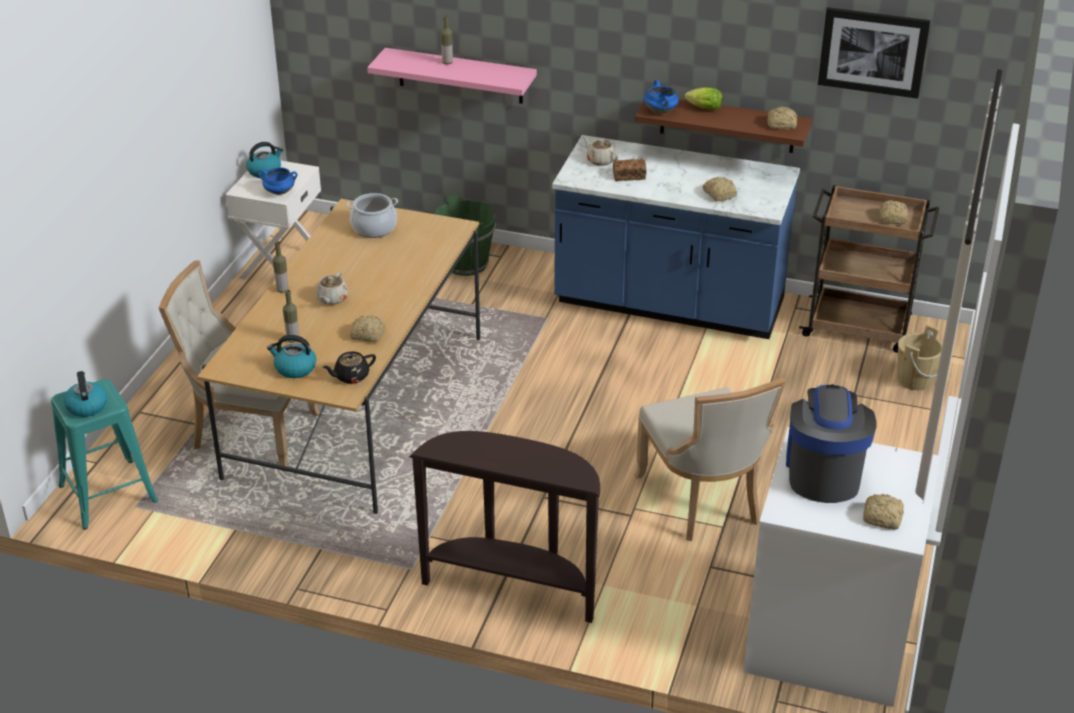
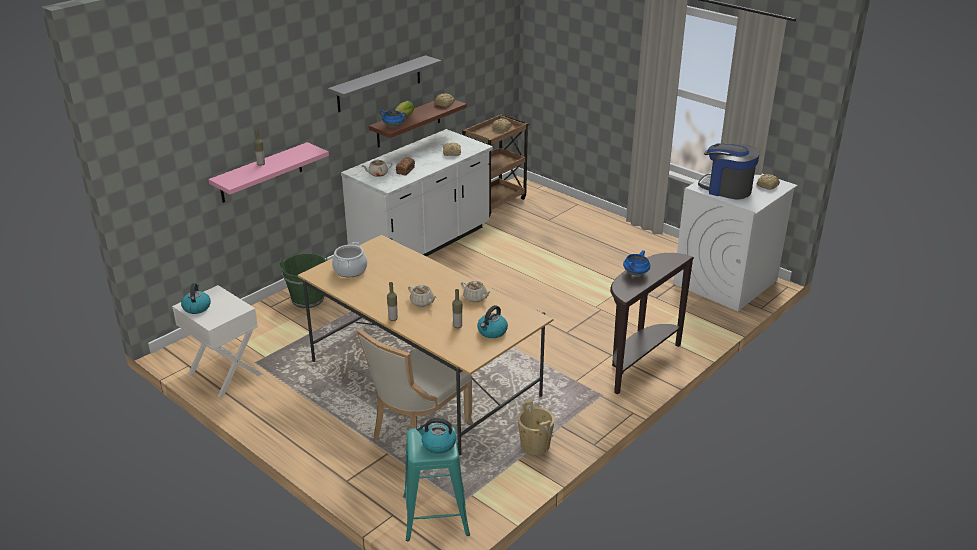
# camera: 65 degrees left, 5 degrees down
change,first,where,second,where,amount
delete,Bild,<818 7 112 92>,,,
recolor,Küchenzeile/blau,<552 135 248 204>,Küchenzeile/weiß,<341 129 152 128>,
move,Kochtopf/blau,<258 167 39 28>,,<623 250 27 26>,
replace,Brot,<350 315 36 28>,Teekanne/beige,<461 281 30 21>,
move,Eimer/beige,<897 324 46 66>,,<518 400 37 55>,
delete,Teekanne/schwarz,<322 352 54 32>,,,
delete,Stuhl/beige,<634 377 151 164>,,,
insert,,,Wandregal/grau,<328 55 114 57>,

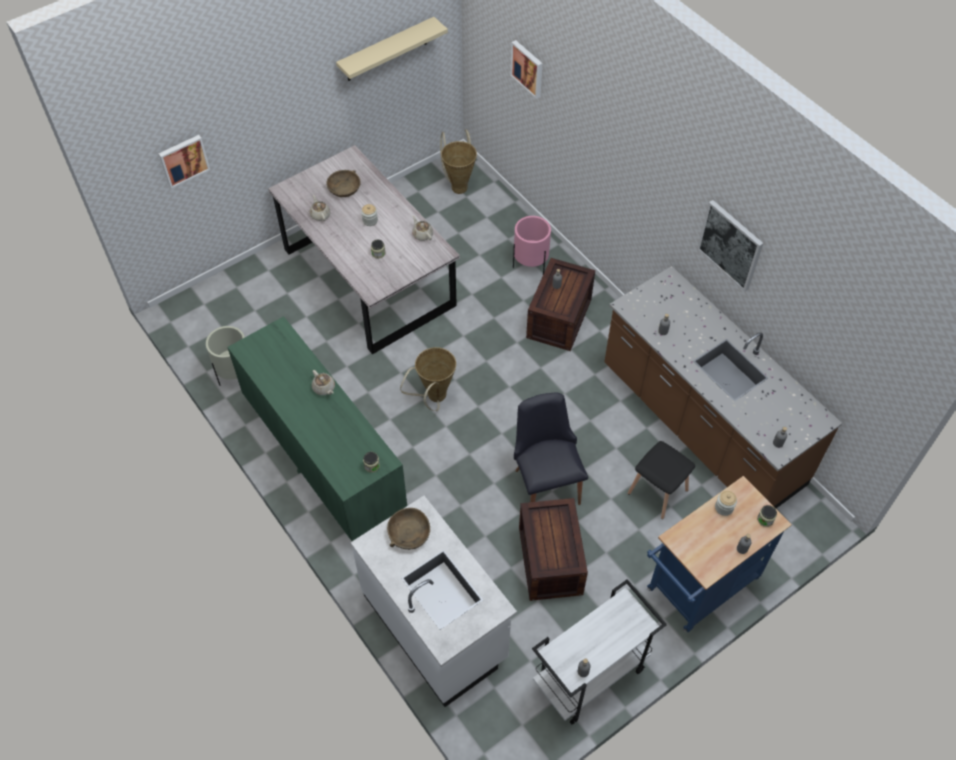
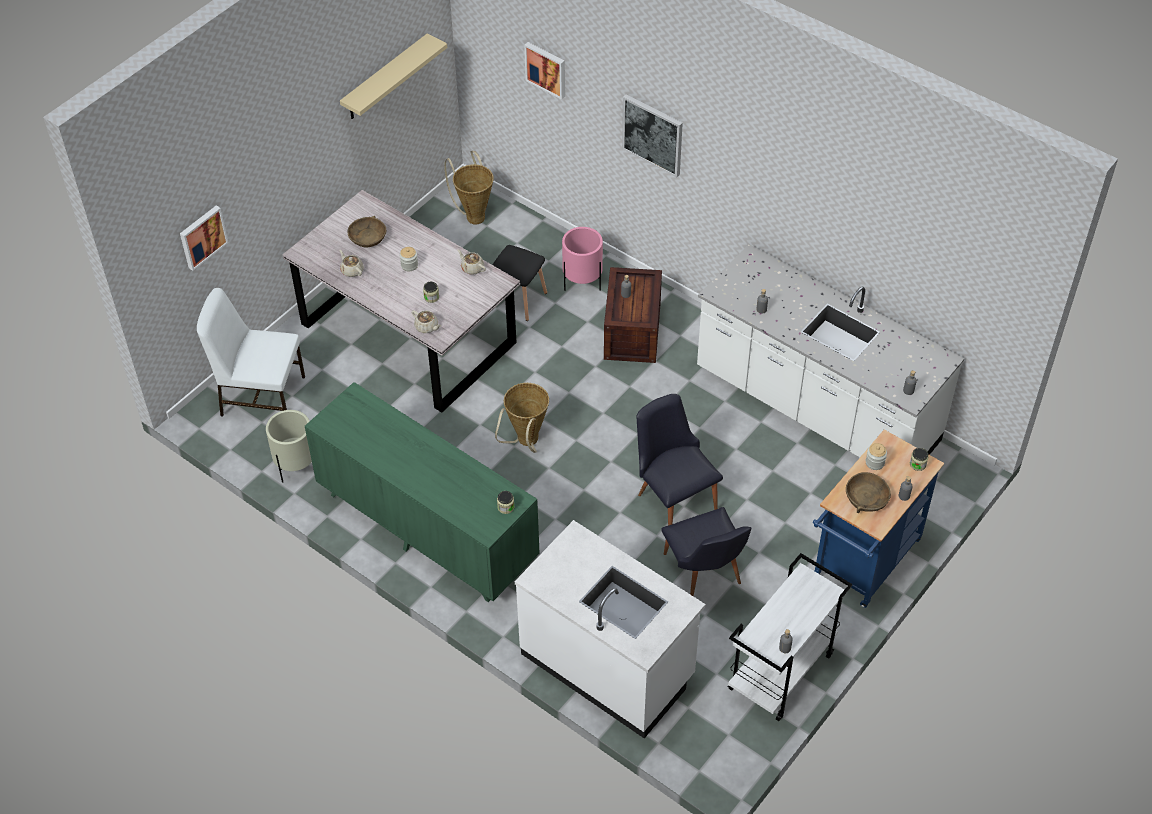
# camera: 15 degrees left, 5 degrees down
change,first,where,second,where,amount
move,Bild,<697 200 66 92>,,<622 94 61 83>,
recolor,Küchenzeile/braun,<604 266 238 242>,Küchenzeile/weiß,<697 244 267 213>,
move,Teekanne/beige,<312 370 23 25>,,<411 311 30 22>,
move,Hocker/schwarz,<628 441 67 78>,,<493 245 54 76>,
replace,Kiste,<519 498 69 103>,Stuhl/schwarz,<661 507 91 89>,
move,Schüssel/braun,<387 508 43 42>,,<846 472 45 41>,
insert,,,Stuhl/weiß,<197 288 108 129>,

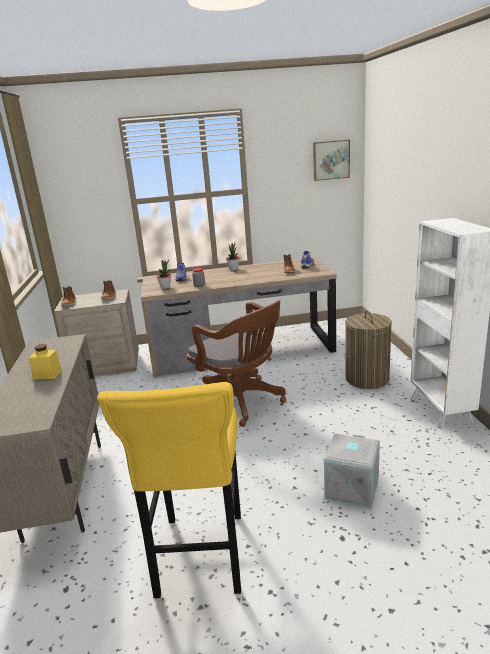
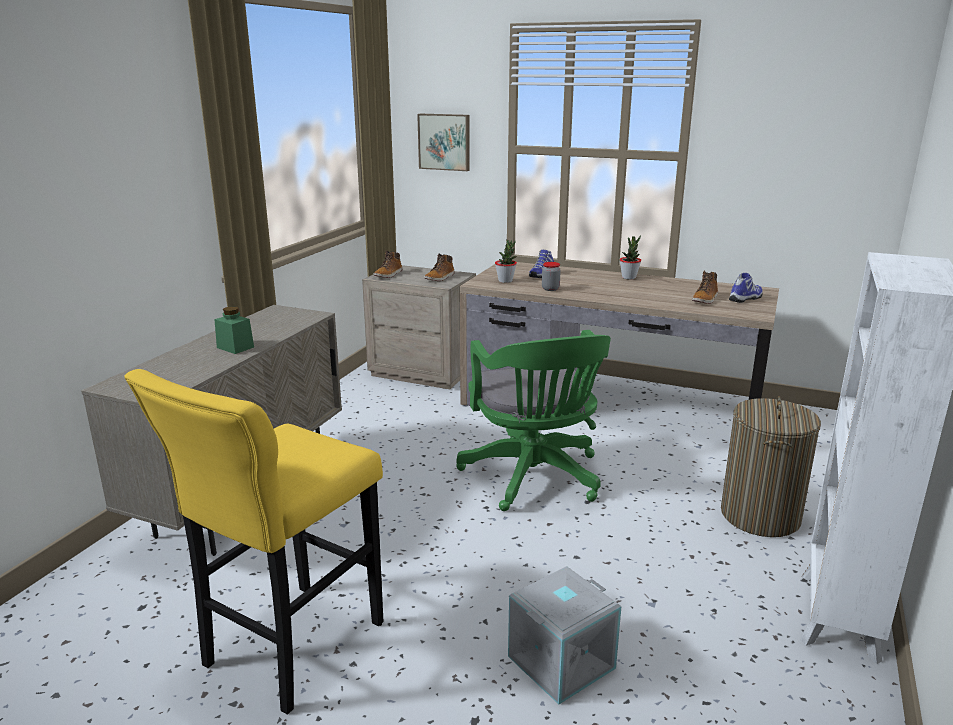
# camera: 30 degrees right, 0 degrees up
change,first,where,second,where,amount
move,Bild,<313 140 37 41>,,<417 114 53 57>,
recolor,Bürostuhl/braun,<187 300 99 127>,Bürostuhl/grün,<456 330 155 181>,
recolor,Vorratsglas/gelb,<29 344 33 36>,Vorratsglas/grün,<214 306 40 48>,

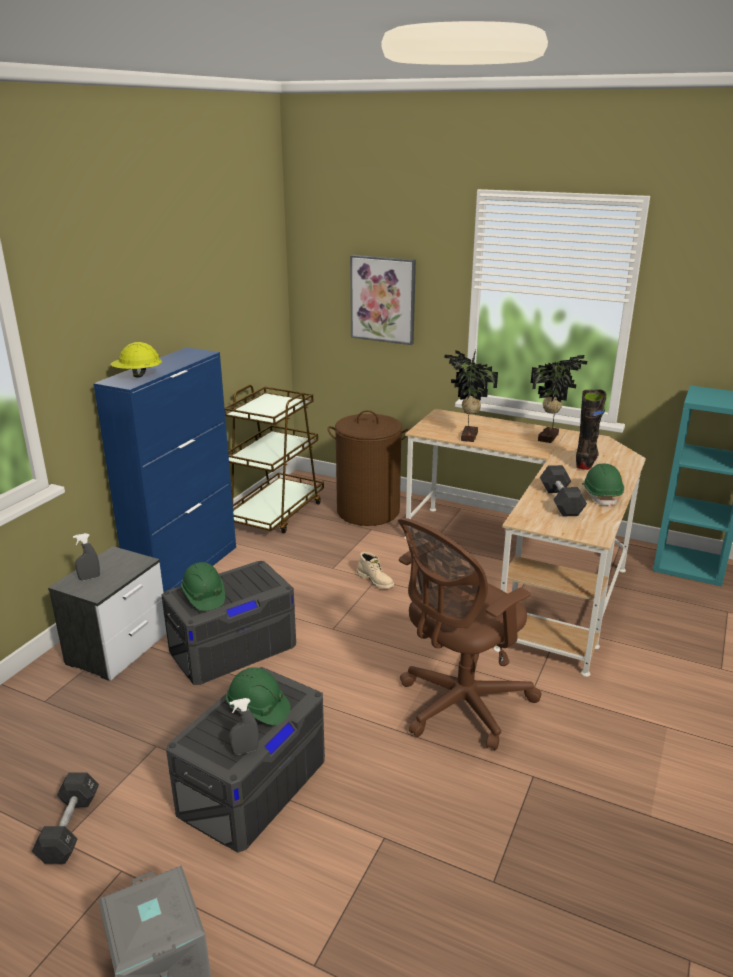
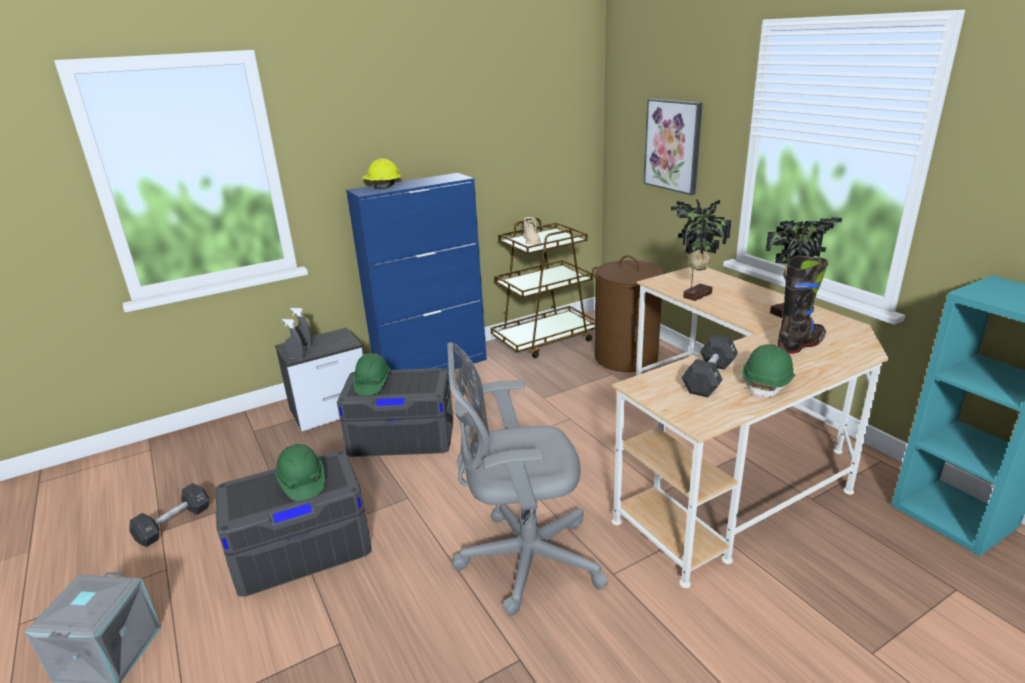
# camera: 35 degrees right, 0 degrees up
change,first,where,second,where,amount
recolor,Bürostuhl/braun,<398 518 144 233>,Bürostuhl/grau,<447 342 161 274>,
move,Stiefel/beige,<357 552 37 37>,,<523 217 18 27>,
move,Sprühflasche/grau,<229 698 30 57>,,<282 319 23 40>,

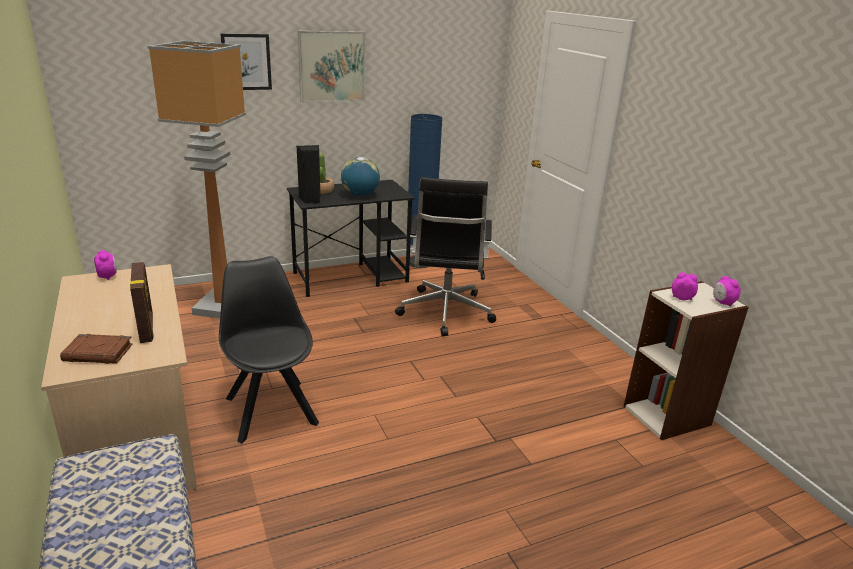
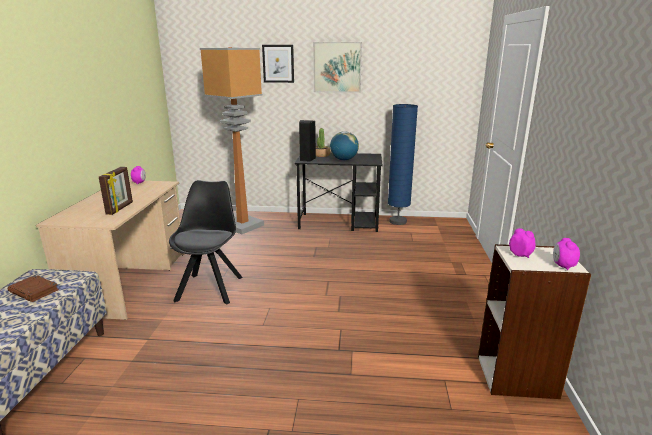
# camera: 30 degrees right, 5 degrees down
change,first,where,second,where,amount
delete,Bürostuhl/schwarz,<395 177 101 159>,,,
move,Buch/braun,<60 334 73 30>,,<8 275 51 27>,

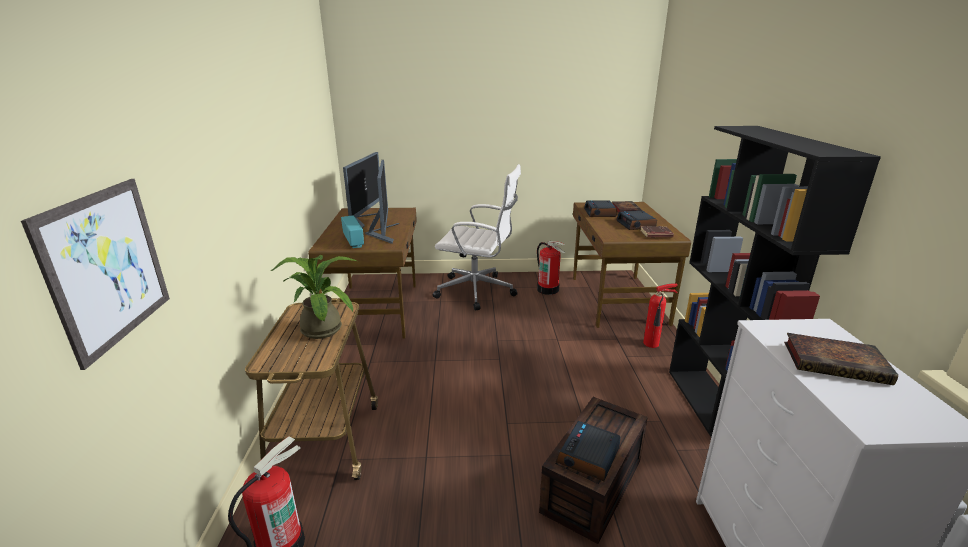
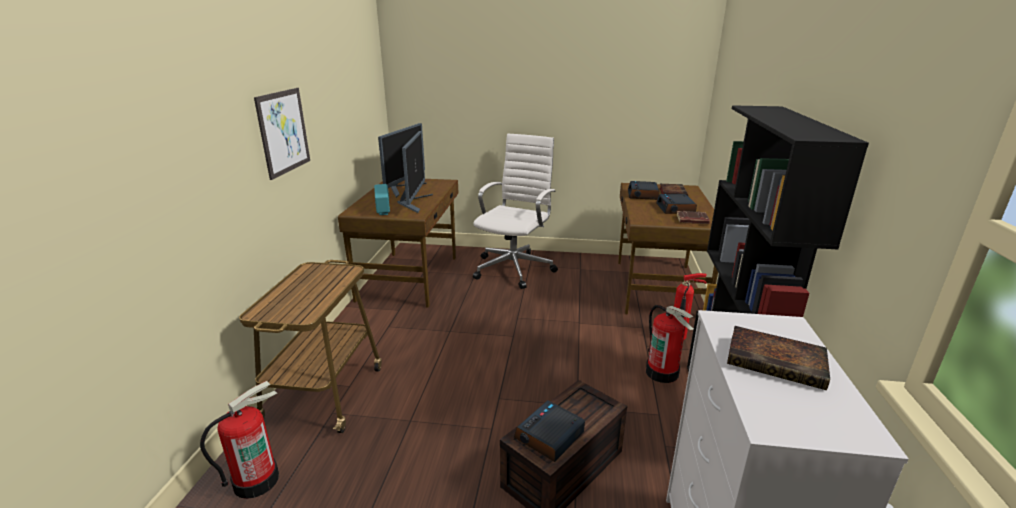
# camera: 10 degrees right, 0 degrees up
change,first,where,second,where,amount
rotate,Bürostuhl/weiß,<433 164 88 147>,,<473 133 85 156>,90 degrees counterclockwise
move,Bild,<21 179 149 191>,,<254 88 56 92>,
move,Feuerlöscher,<537 241 29 54>,,<646 305 48 78>,
delete,Topfpflanze,<271 255 86 84>,,,

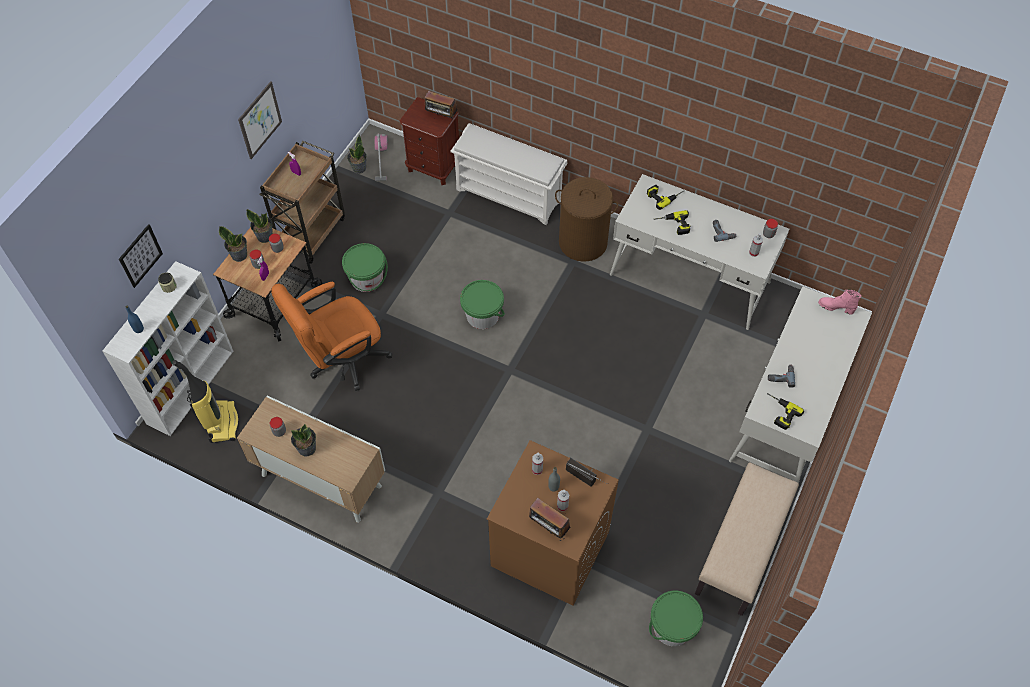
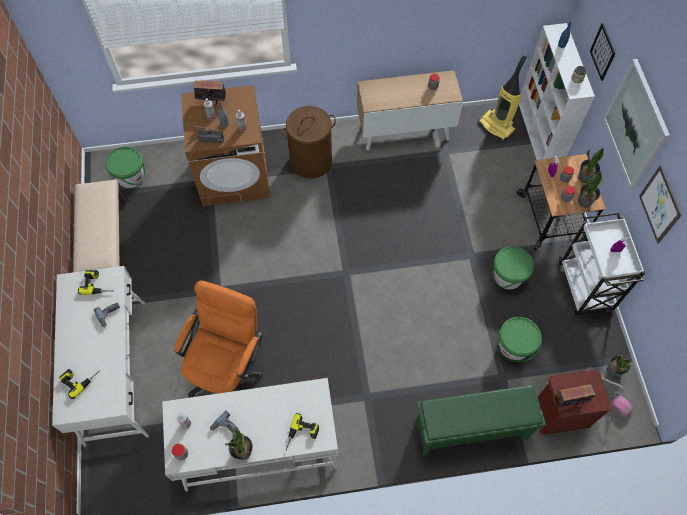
# camera: 145 degrees right, 5 degrees up
change,first,where,second,where,amount
recolor,Schuhregal/weiß,<450 123 118 102>,Schuhregal/grün,<416 385 130 71>,
recolor,Rollwagen/braun,<260 141 85 123>,Rollwagen/weiß,<559 213 86 102>,
move,Wäschekorb/braun,<555 177 63 85>,,<281 106 55 73>,
move,Bohrmaschine,<653 210 37 25>,,<59 369 41 30>,
move,Eimer/grün,<460 280 45 49>,,<496 317 46 45>,
move,Bürostuhl/orange,<271 282 122 109>,,<174 280 89 118>,
delete,Stiefel/rosa,<818 289 43 26>,,,
move,Topfpflanze,<291 424 25 33>,,<225 429 28 31>,
insert,,,Bild,<603 59 67 131>,

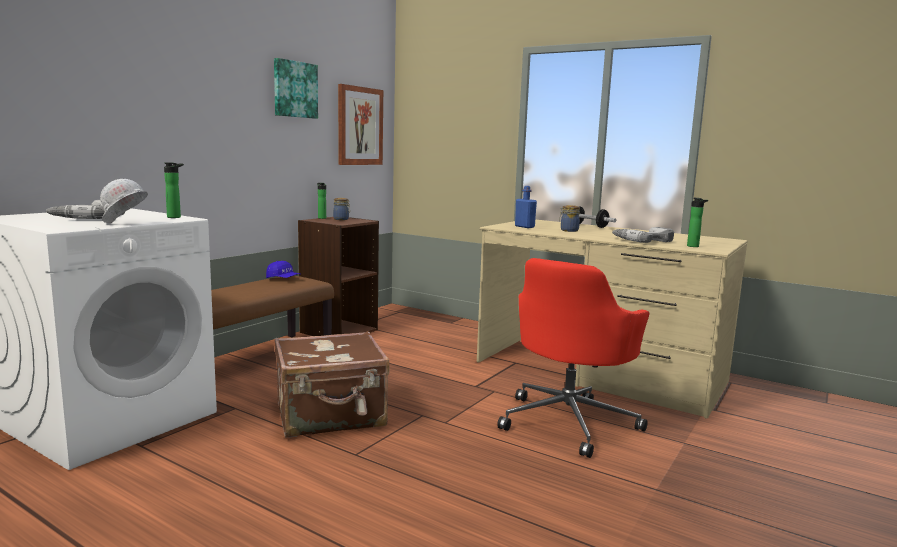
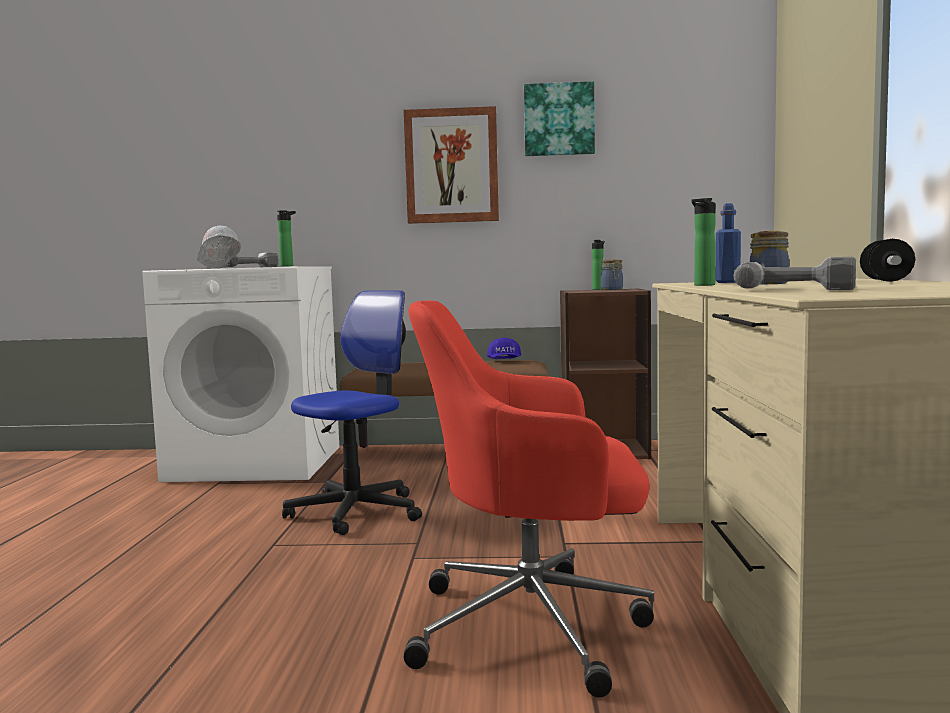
# camera: 60 degrees right, 5 degrees down
change,first,where,second,where,amount
move,Bild,<338 84 45 81>,,<404 106 95 118>,
move,Flasche,<687 198 21 49>,,<692 198 24 88>,
replace,Koffer/braun,<275 331 115 107>,Bürostuhl,<282 290 140 245>,

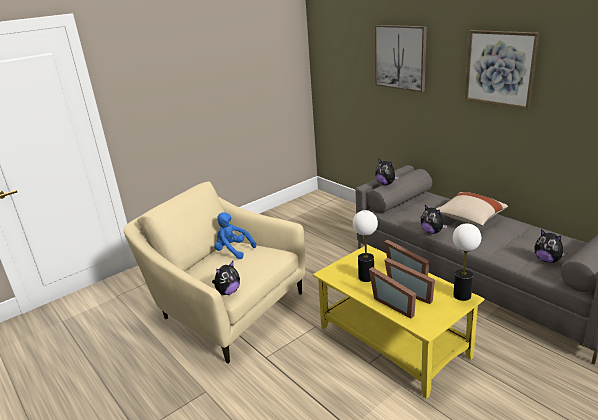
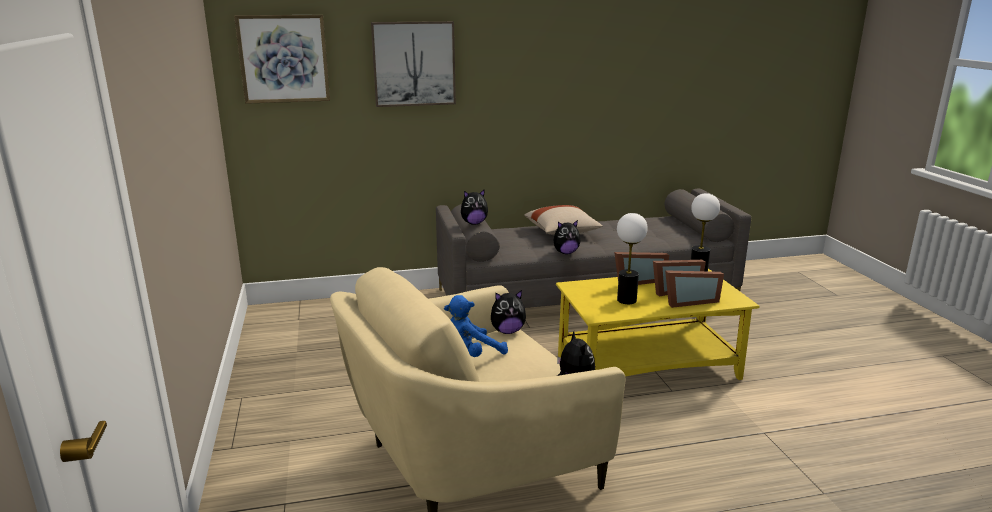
# camera: 65 degrees left, 5 degrees down
change,first,where,second,where,amount
move,Bild,<465 30 75 79>,,<234 15 96 89>,
move,Plüschtier,<534 229 34 34>,,<491 290 35 44>,

